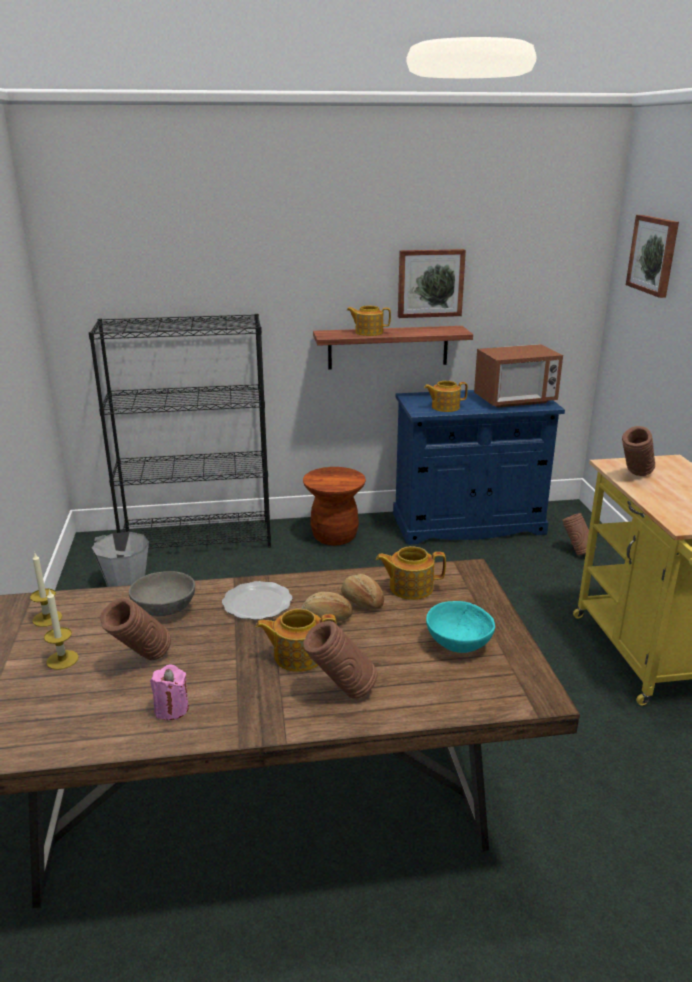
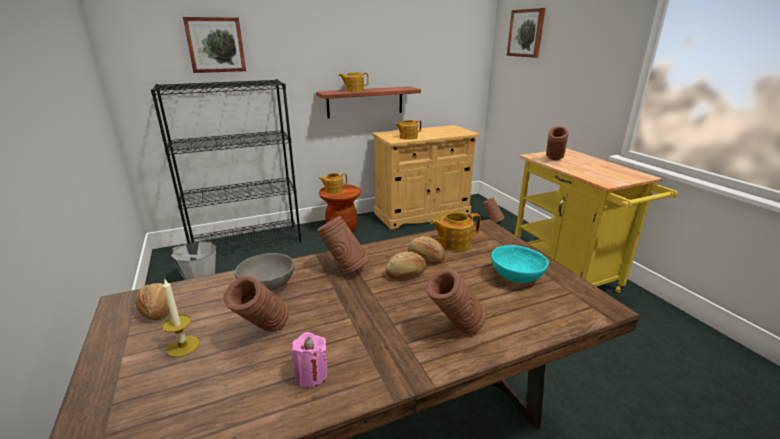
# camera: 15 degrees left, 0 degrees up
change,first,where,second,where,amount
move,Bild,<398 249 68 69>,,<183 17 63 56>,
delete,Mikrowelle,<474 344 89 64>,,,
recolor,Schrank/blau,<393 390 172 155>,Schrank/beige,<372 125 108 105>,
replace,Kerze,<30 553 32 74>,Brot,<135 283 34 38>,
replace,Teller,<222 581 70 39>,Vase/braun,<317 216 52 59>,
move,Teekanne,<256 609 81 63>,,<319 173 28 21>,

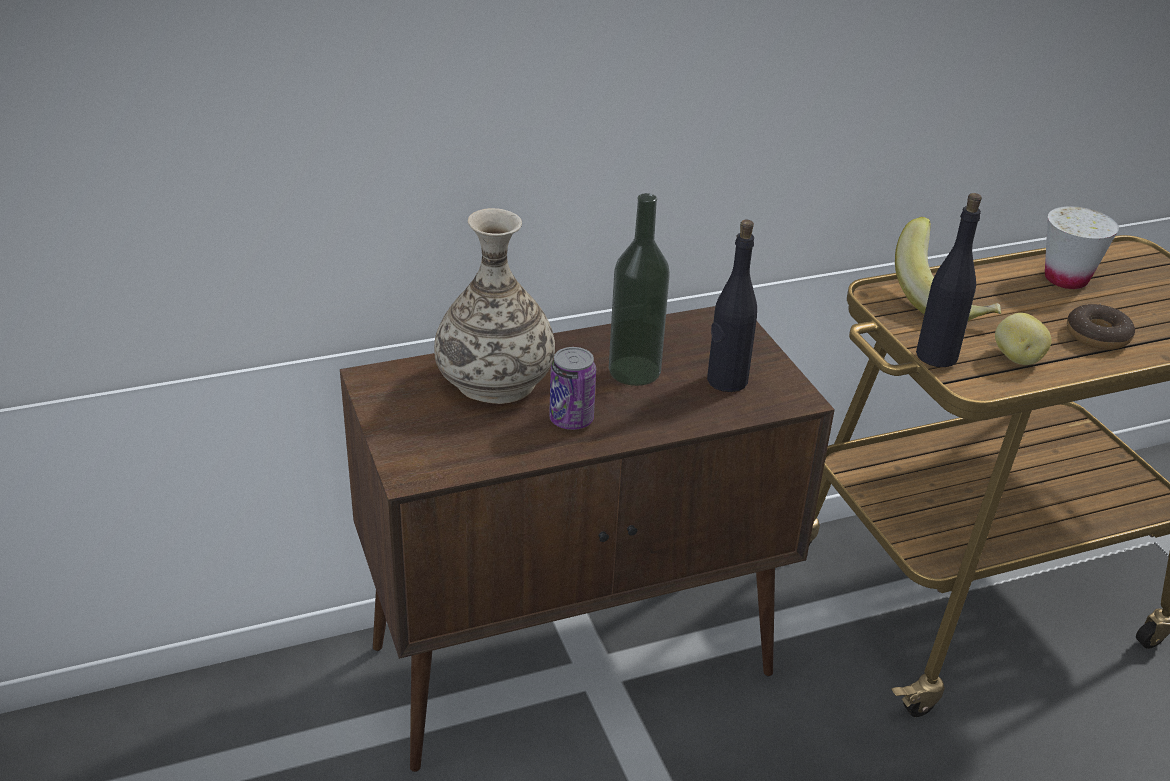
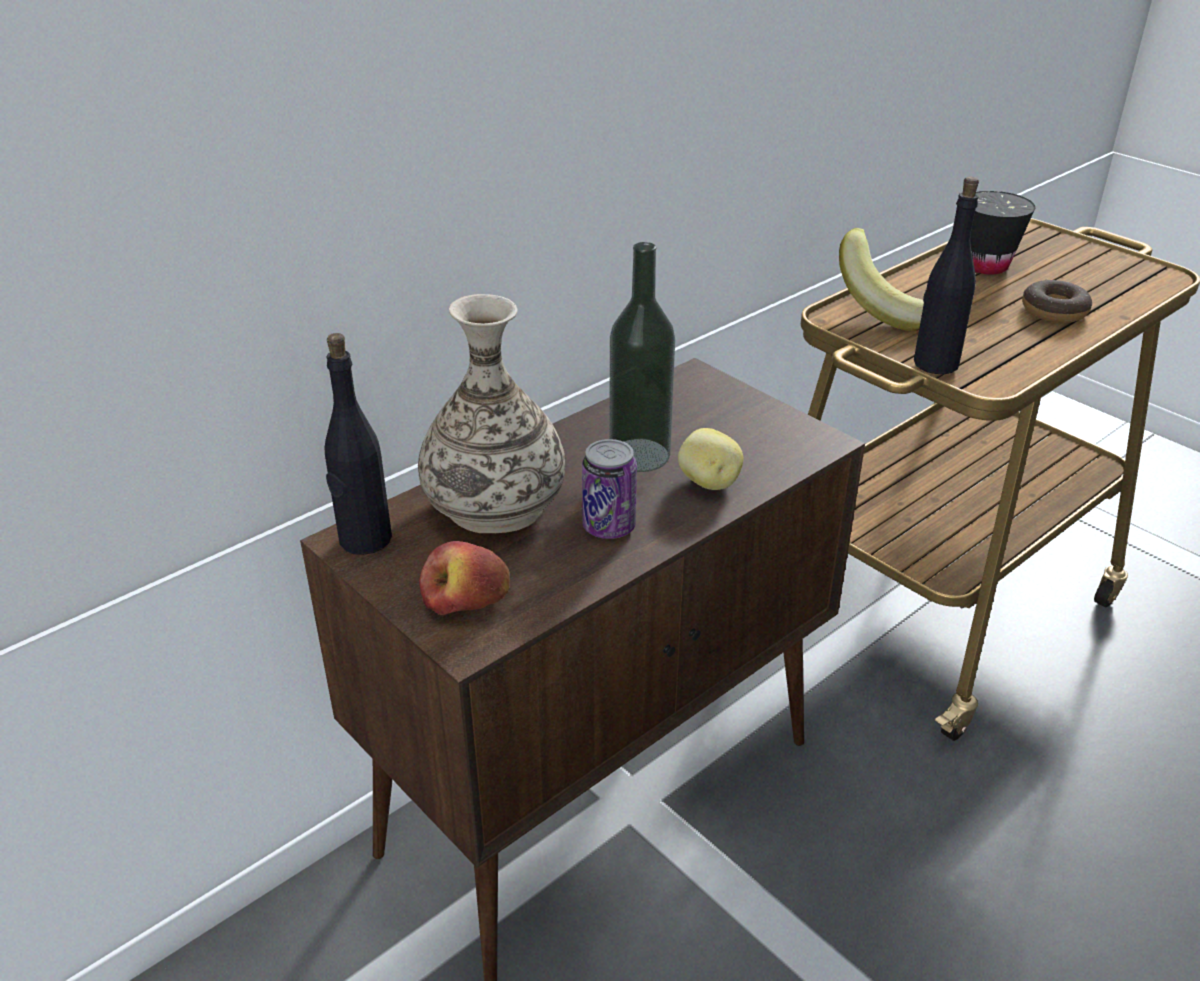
# camera: 20 degrees left, 0 degrees up
change,first,where,second,where,amount
recolor,Tasse/weiß,<1045 206 74 83>,Tasse/schwarz,<970 191 65 83>,
move,Flasche/schwarz,<707 220 50 172>,,<324 333 68 222>,
move,Kartoffel,<995 313 56 52>,,<678 428 65 62>,
insert,,,Apfel,<419 541 91 74>,

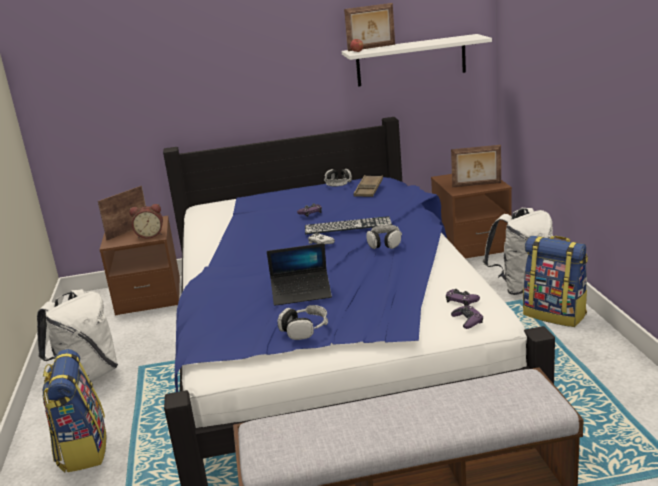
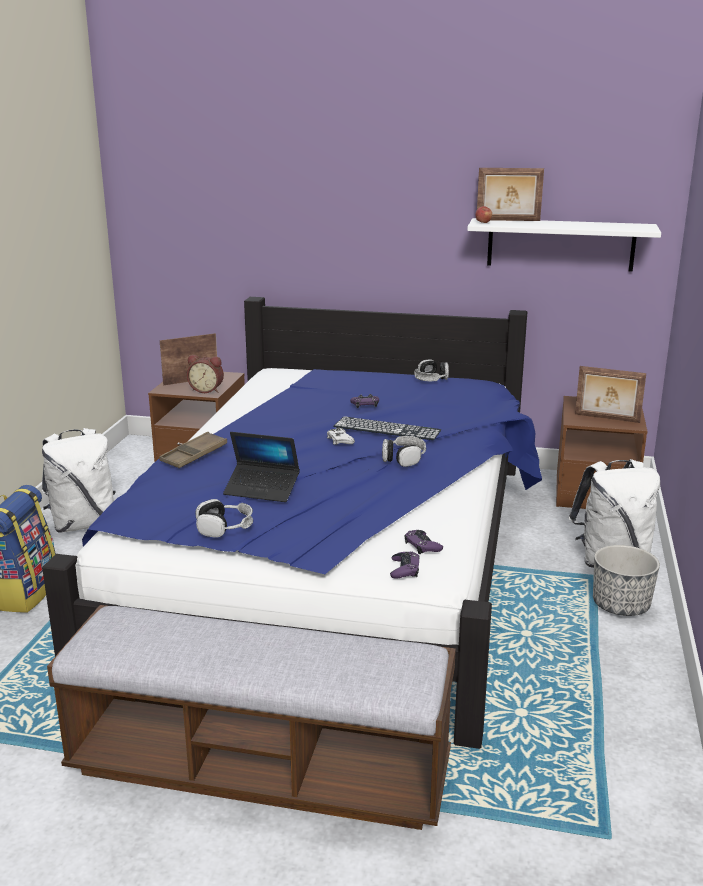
# camera: 20 degrees right, 0 degrees up
change,first,where,second,where,amount
move,Tablett/braun,<354 175 29 22>,,<159 432 68 36>,
replace,Rucksack,<523 236 65 91>,Pflanzkübel,<593 545 67 71>,

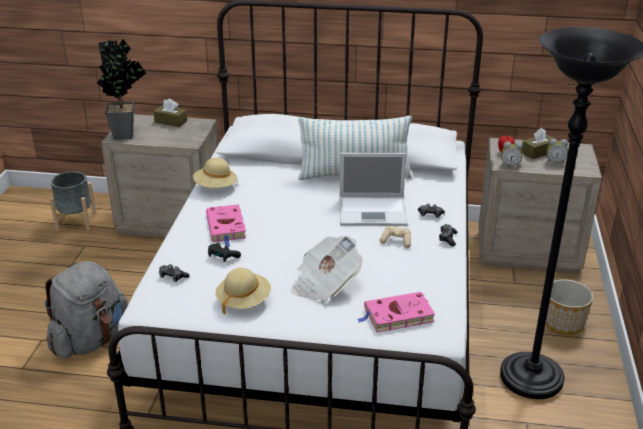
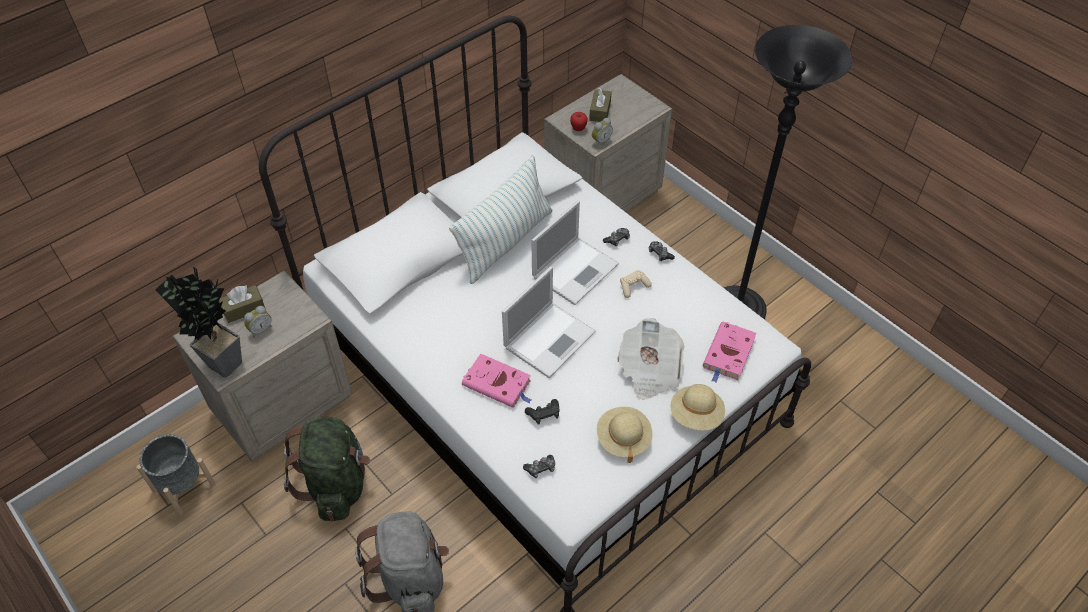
# camera: 50 degrees left, 20 degrees up
change,first,where,second,where,amount
move,Wecker,<546 139 22 25>,,<244 306 28 32>,
move,Hut/beige,<193 158 45 30>,,<671 384 54 46>,
delete,Pflanzkübel,<545 279 48 56>,,,
insert,,,Laptop,<502 266 94 112>,
insert,,,Rucksack/grün,<284 417 86 104>,

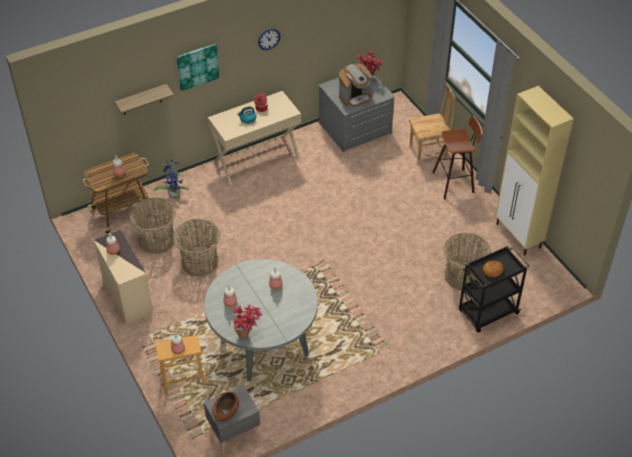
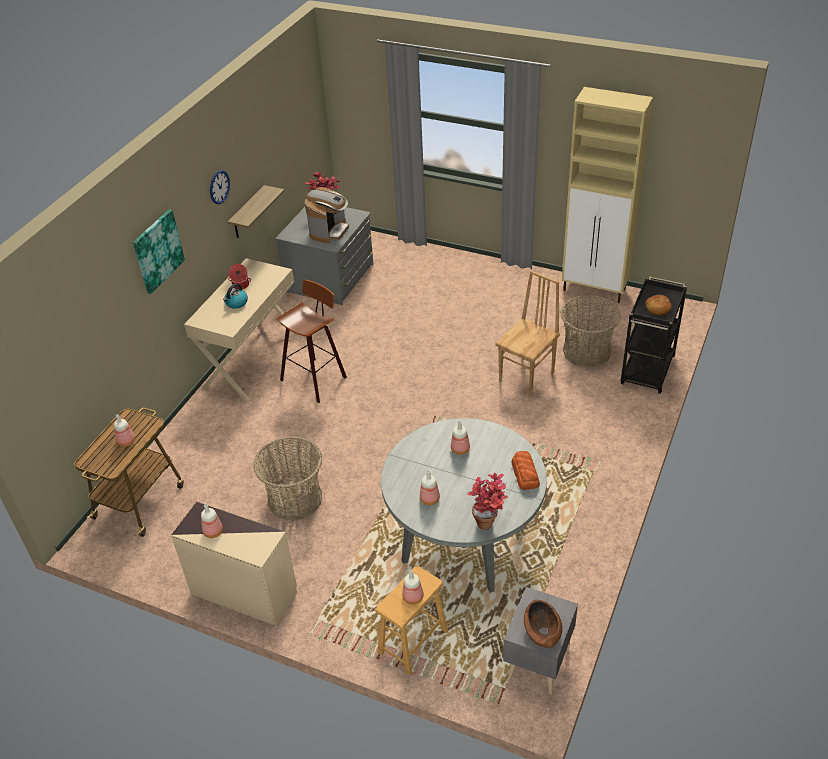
# camera: 35 degrees left, 5 degrees down
change,first,where,second,where,amount
move,Wandregal,<114 84 60 31>,,<228 185 56 53>,
move,Stuhl/braun,<409 84 46 81>,,<495 271 65 126>,
move,Hocker,<433 115 49 85>,,<277 280 70 123>,
delete,Topfpflanze,<154 158 35 41>,,,
delete,Korb,<130 197 46 57>,,,
insert,,,Brot,<511 451 29 39>,

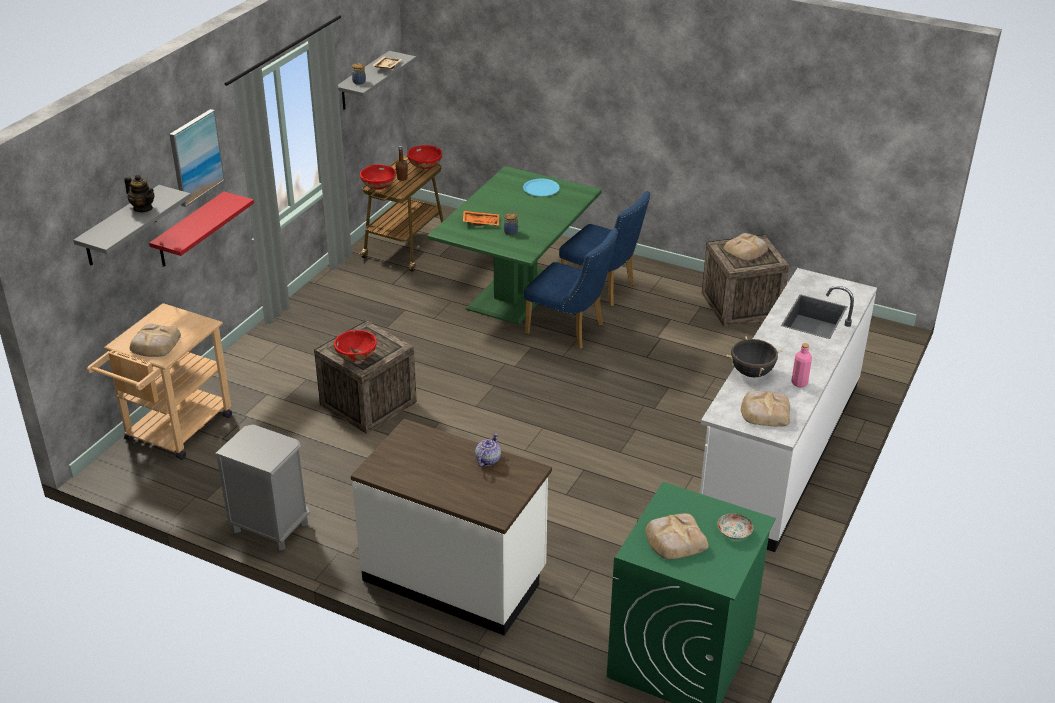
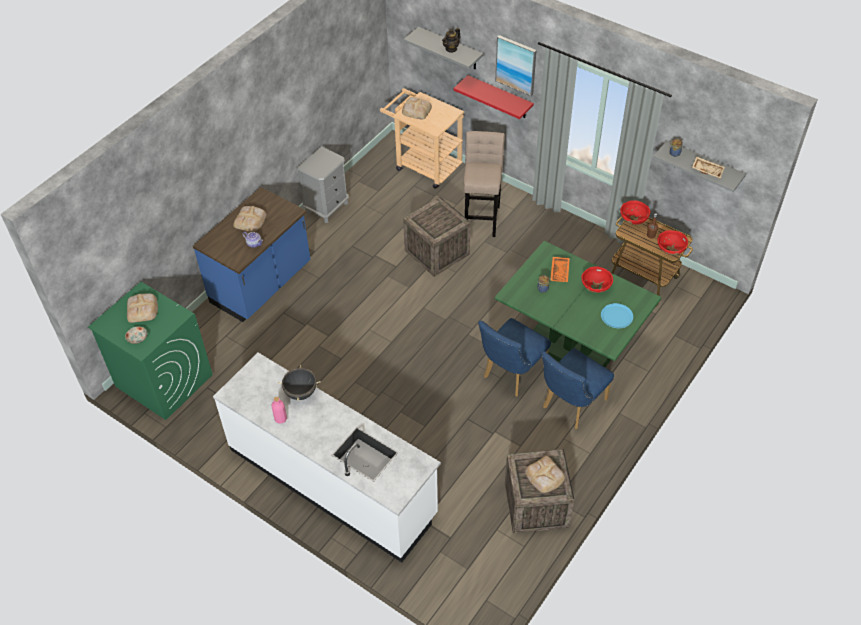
# camera: 100 degrees right, 15 degrees up
change,first,where,second,where,amount
move,Schüssel/rot,<334 330 43 31>,,<581 266 32 27>,
move,Brot,<741 390 49 37>,,<233 206 34 26>,
recolor,Küchenzeile/weiß,<351 419 201 217>,Küchenzeile/blau,<193 187 118 135>,
insert,,,Hocker/beige,<464 131 41 106>,

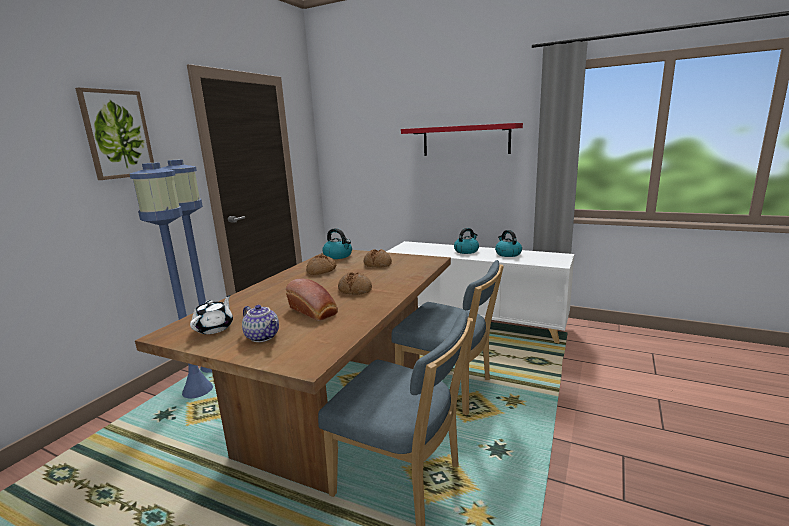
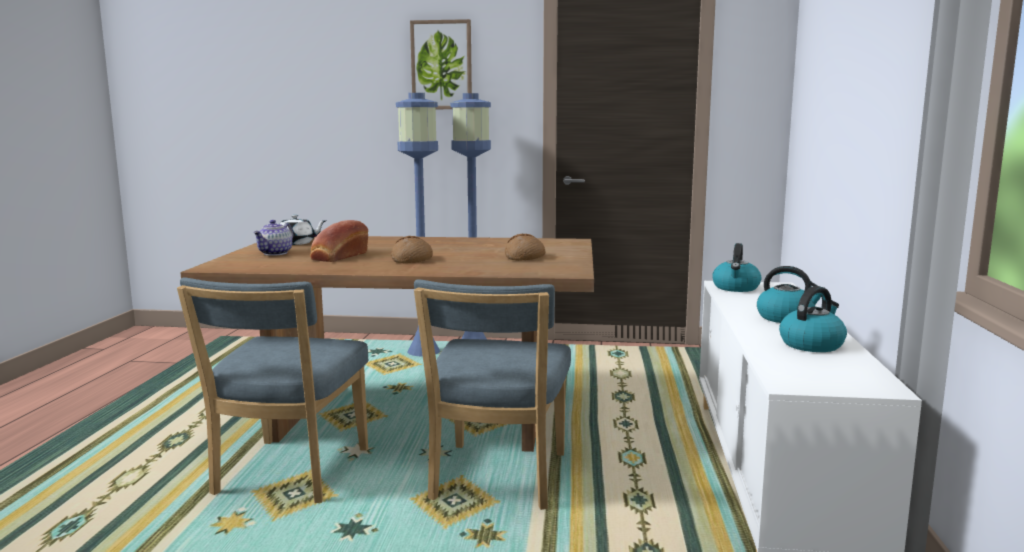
# camera: 70 degrees right, 5 degrees down
change,first,where,second,where,amount
delete,Wandregal/rot,<401 123 122 33>,,,
move,Wasserkessel,<322 228 30 31>,,<712 243 50 49>,
delete,Brot,<306 255 30 20>,,,

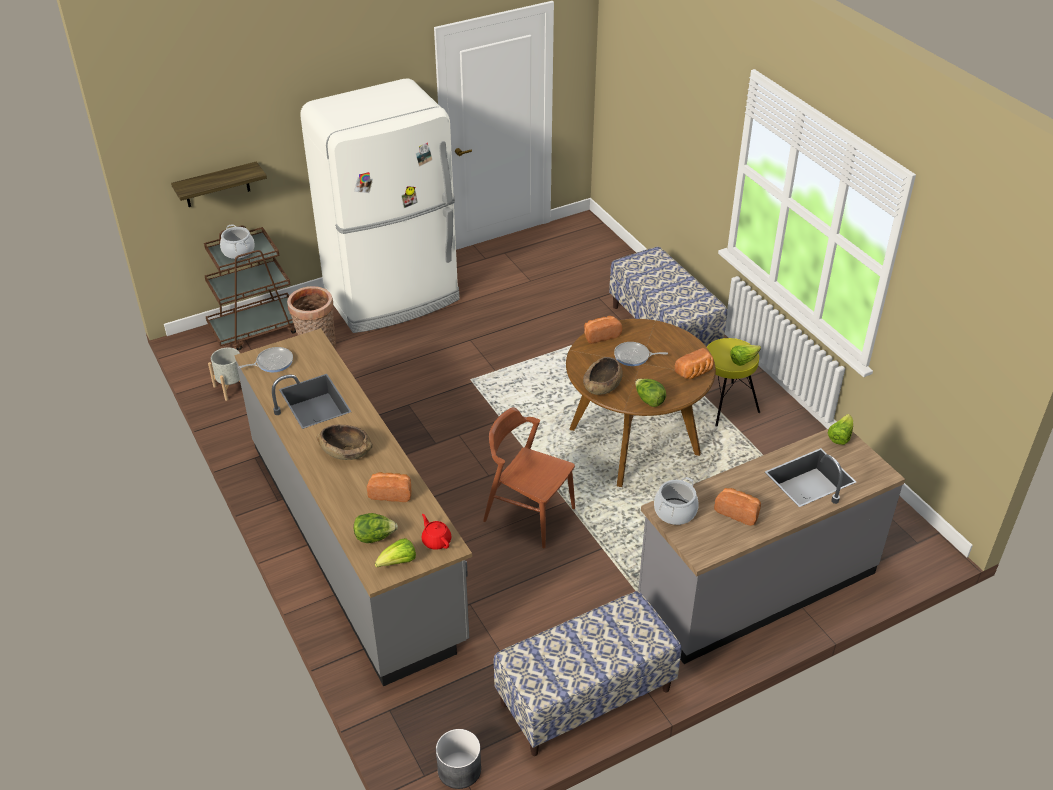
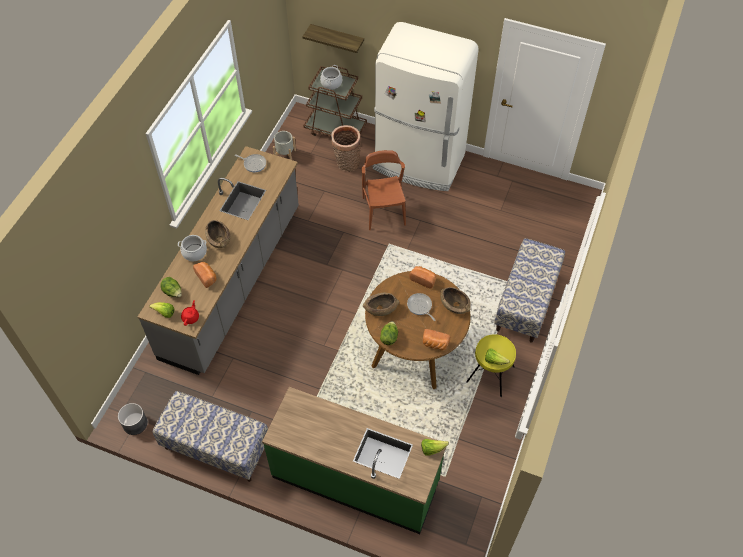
# camera: 50 degrees right, 15 degrees up
change,first,where,second,where,amount
move,Stuhl/braun,<483 407 92 141>,,<362 150 44 80>,
recolor,Küchenzeile/grau,<638 429 267 235>,Küchenzeile/grün,<262 387 185 147>,
move,Kochtopf,<654 477 45 48>,,<178 235 29 26>,
delete,Brot,<714 488 47 38>,,,
insert,,,Schüssel/braun,<440 287 31 27>,

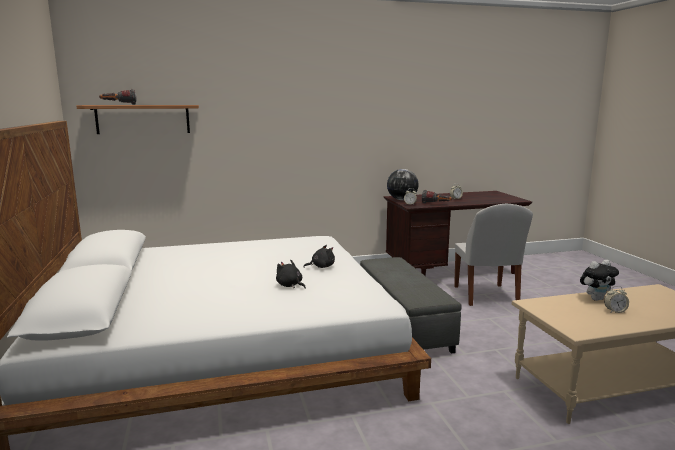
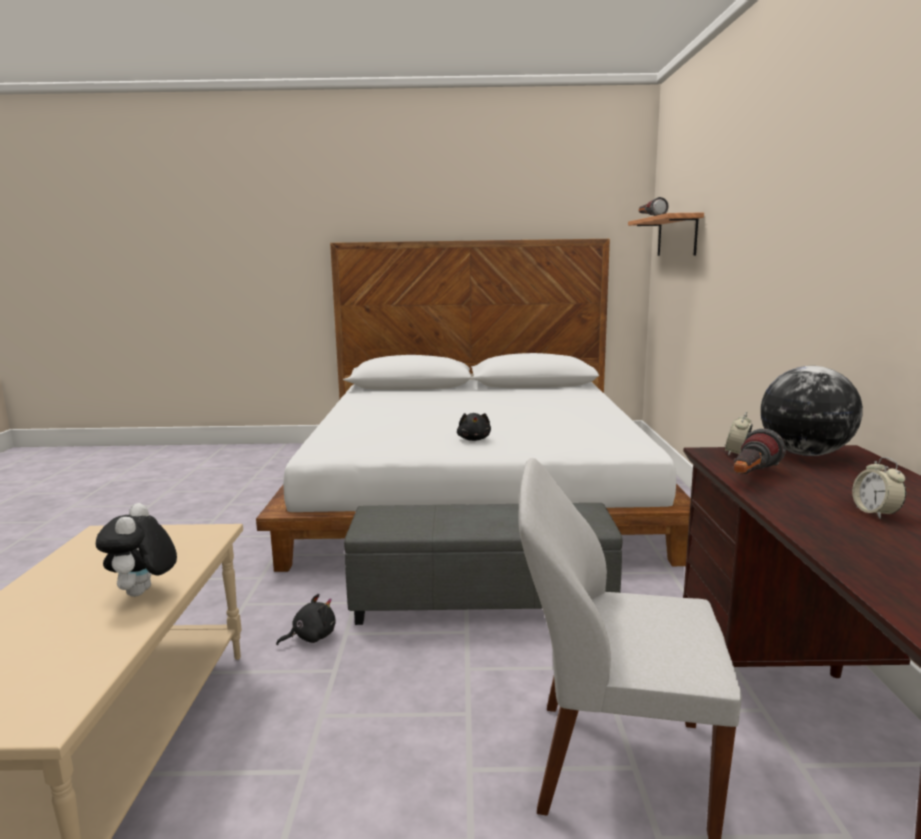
# camera: 105 degrees right, 0 degrees up
change,first,where,second,where,amount
move,Plüschtier/schwarz,<276 260 30 29>,,<276 594 60 51>,
delete,Wecker,<604 286 25 27>,,,

